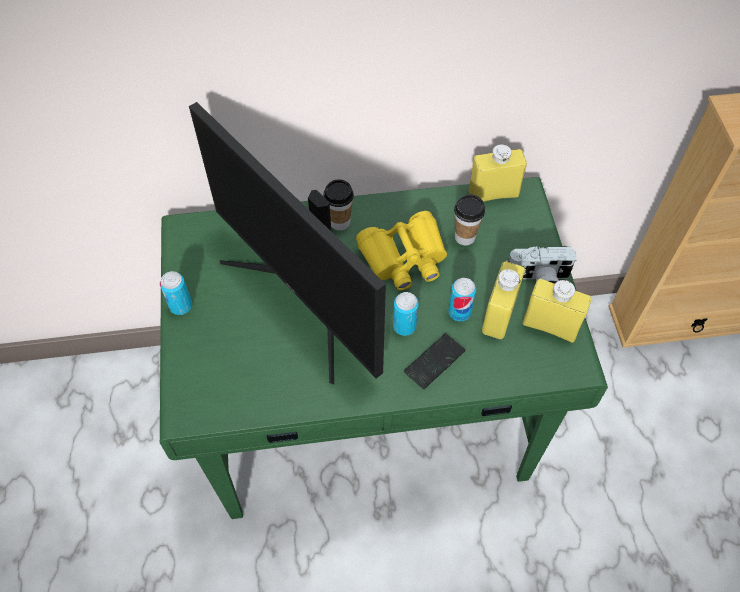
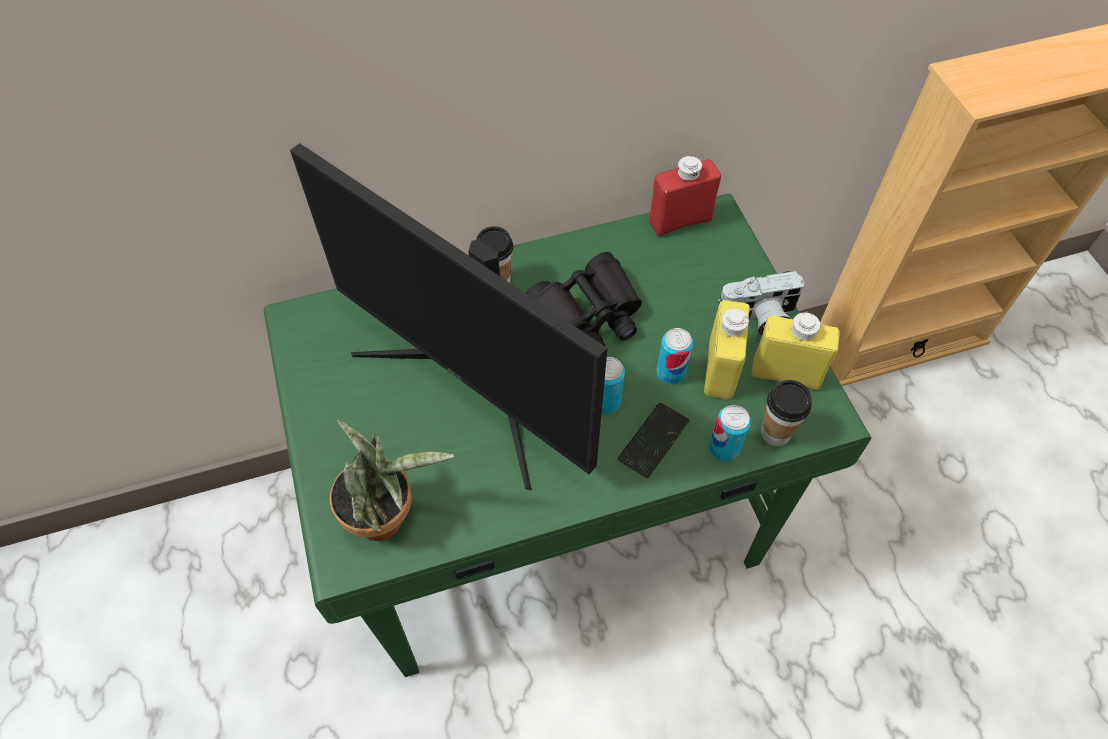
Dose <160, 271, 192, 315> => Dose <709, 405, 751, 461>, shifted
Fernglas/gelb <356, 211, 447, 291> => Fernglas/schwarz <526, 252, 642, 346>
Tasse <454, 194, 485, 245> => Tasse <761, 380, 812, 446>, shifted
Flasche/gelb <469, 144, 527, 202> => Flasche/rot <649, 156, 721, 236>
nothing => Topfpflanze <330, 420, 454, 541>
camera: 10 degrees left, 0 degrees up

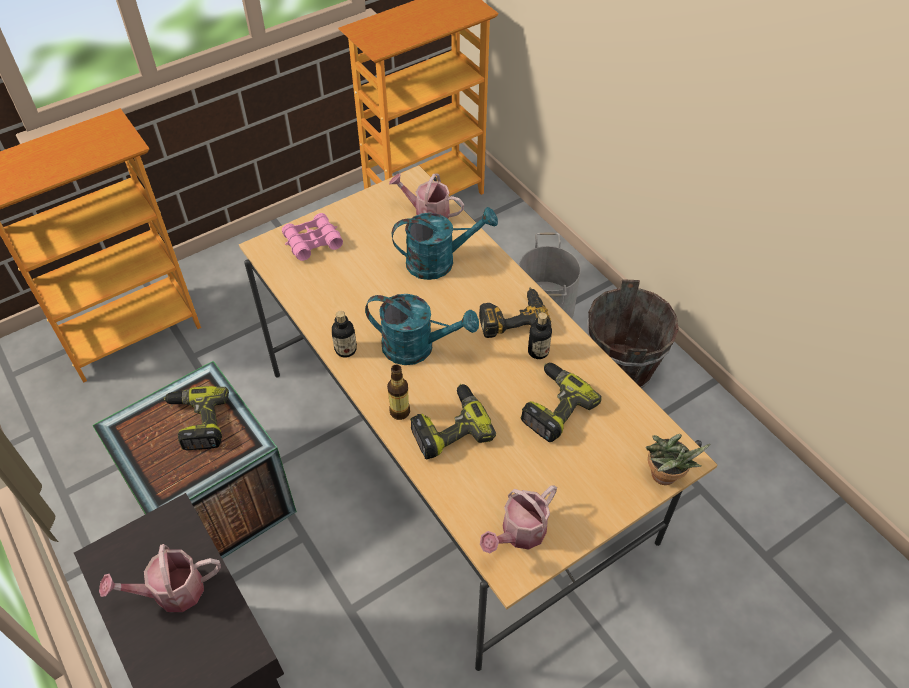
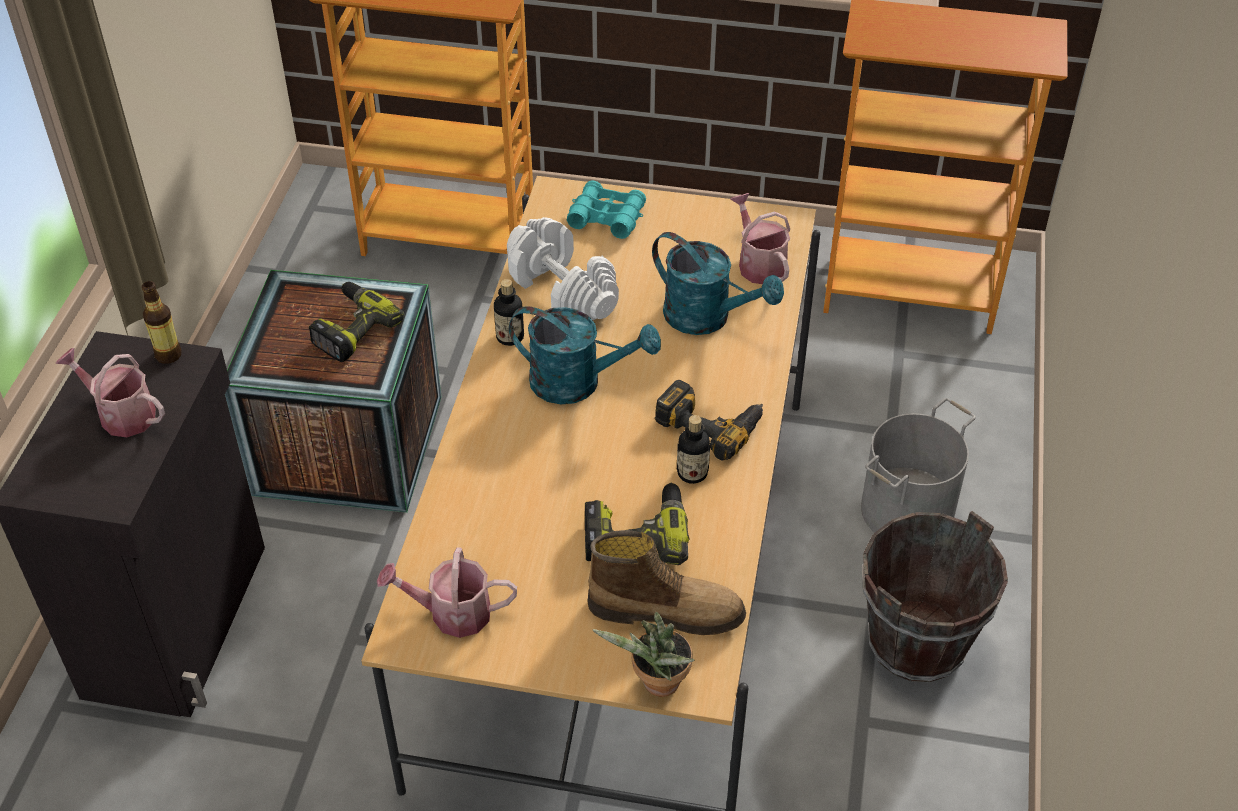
Fernglas/rosa <282, 213, 343, 261> => Fernglas/türkis <567, 181, 646, 239>
Gießkanne/türkis <365, 294, 479, 365> => Gießkanne/türkis <509, 306, 661, 404>, 45 degrees counterclockwise
Flasche <387, 364, 410, 420> => Flasche <142, 281, 182, 364>, shifted
Bohrmaschine <410, 384, 496, 459> => nothing
nothing => Hantel/weiß <507, 217, 619, 320>
nothing => Stiefel <587, 530, 746, 635>
camera: 45 degrees right, 5 degrees down

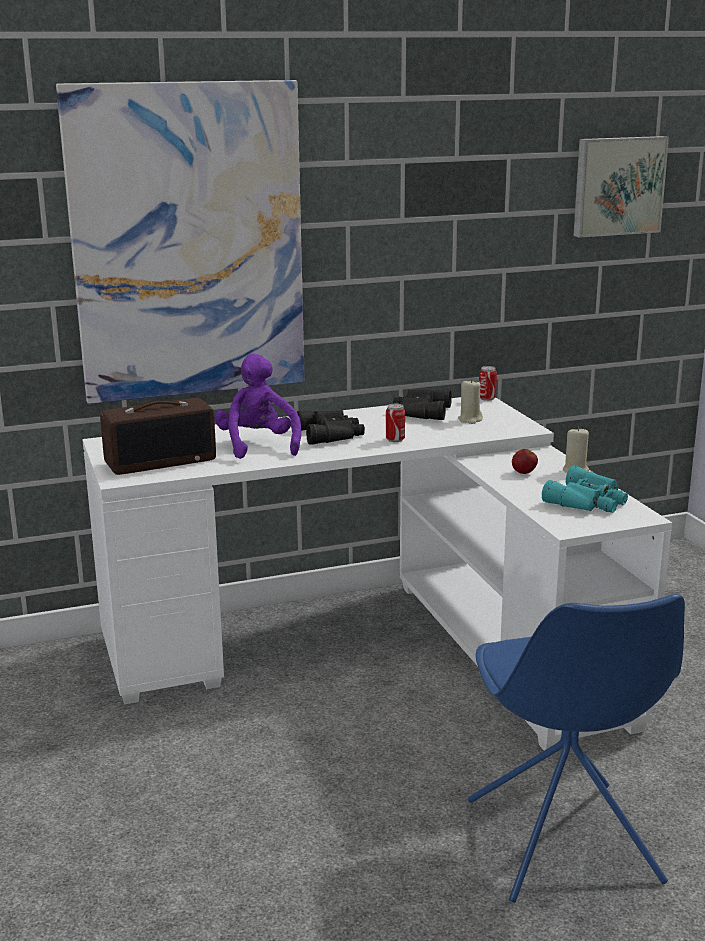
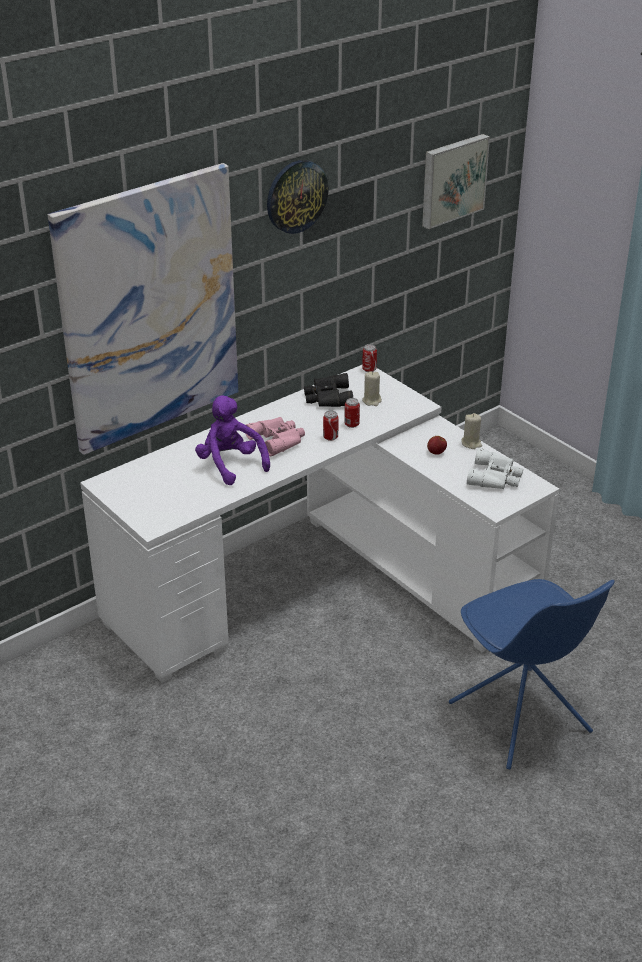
Radio <100, 398, 216, 475> => nothing
Fernglas/schwarz <297, 410, 365, 445> => Fernglas/rosa <245, 417, 305, 456>
Fernglas/türkis <542, 465, 628, 513> => Fernglas/weiß <467, 448, 523, 489>
nothing => Wanduhr <267, 160, 329, 234>
nothing => Dose <344, 398, 360, 428>
camera: 20 degrees left, 15 degrees up

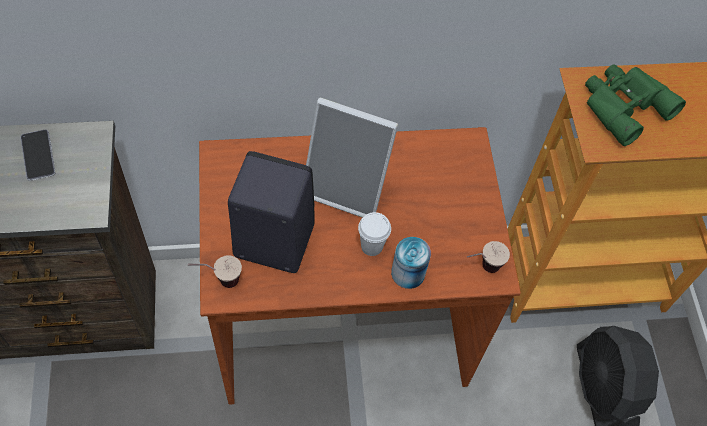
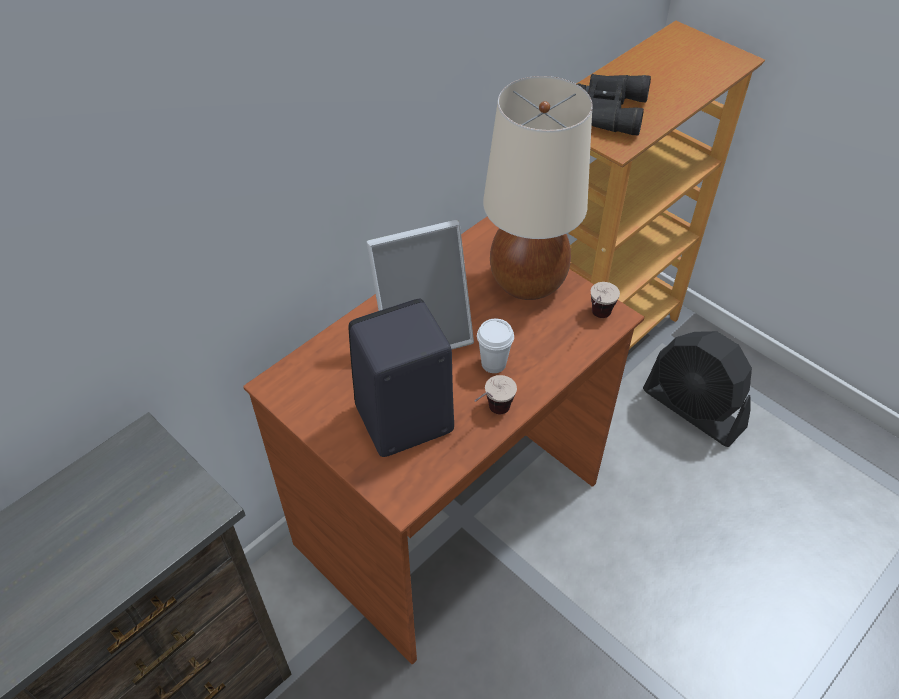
Handy <20, 130, 56, 181> => nothing
Tasse <188, 255, 242, 288> => Tasse <474, 375, 517, 414>, shifted
Dose <391, 237, 431, 289> => nothing
Fernglas/grün <585, 64, 686, 146> => Fernglas/schwarz <577, 74, 651, 136>
nothing => Tischlampe/beige <483, 76, 593, 300>
camera: 35 degrees left, 10 degrees down

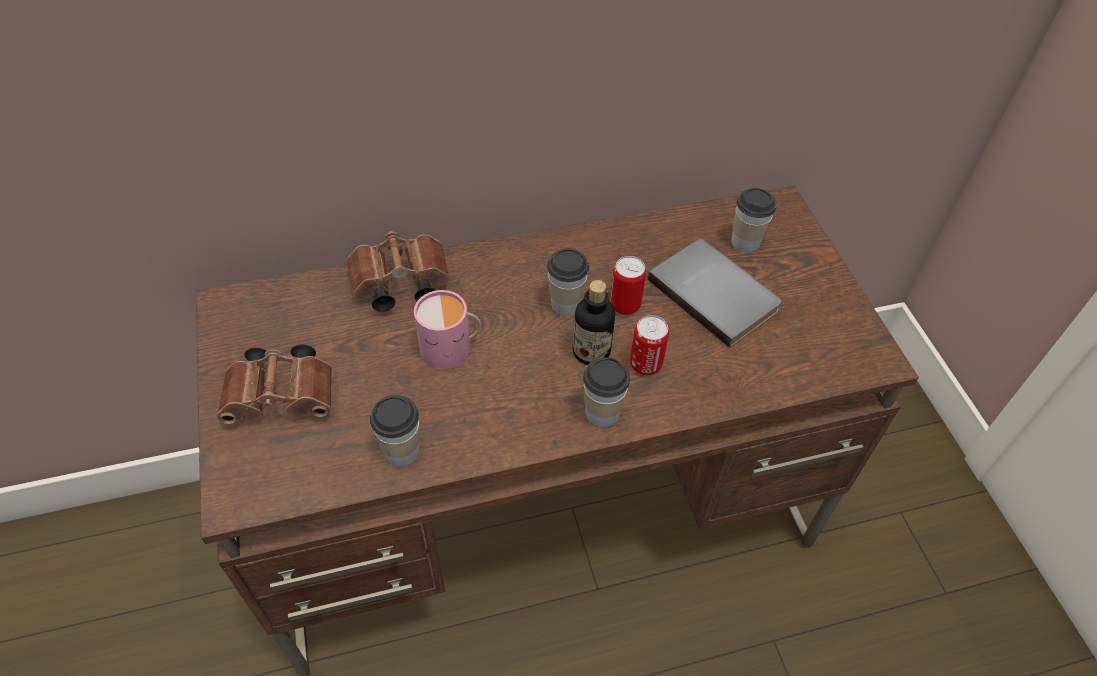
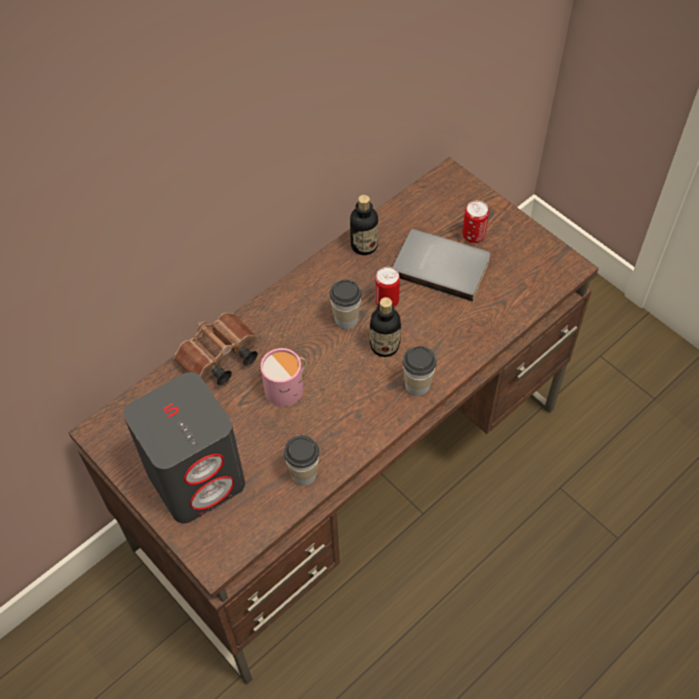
Fernglas/braun <217, 344, 332, 424> => Lautsprecher/grau <123, 372, 245, 523>
Dose <630, 315, 669, 375> => Dose <462, 200, 489, 243>, shifted
Tasse <731, 188, 777, 253> => nothing
nothing => Flasche <350, 195, 378, 255>
camera: 25 degrees left, 5 degrees up

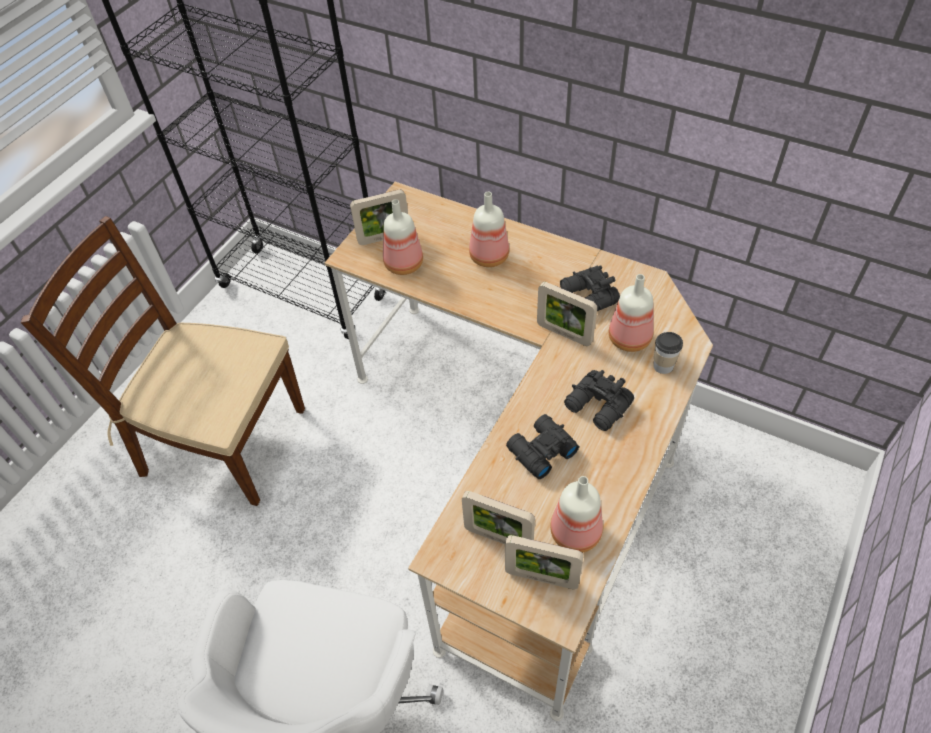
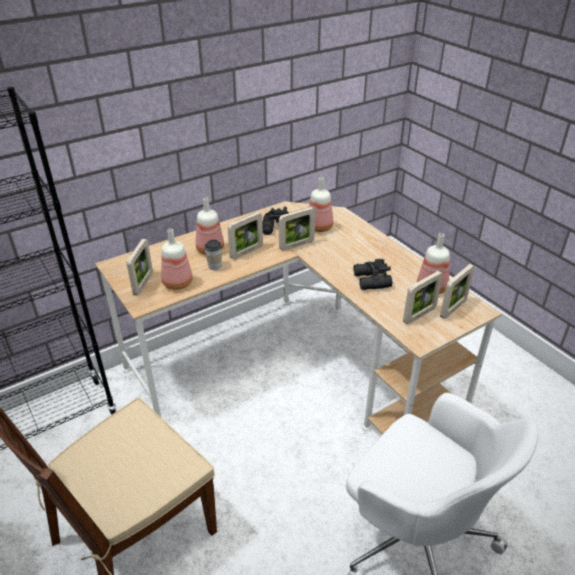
Fernglas/schwarz <564, 370, 634, 431> => nothing
Tasse <653, 332, 683, 374> => Tasse <204, 240, 222, 270>, shifted
nothing => Bilderrahmen <228, 212, 263, 260>
camera: 65 degrees left, 15 degrees down

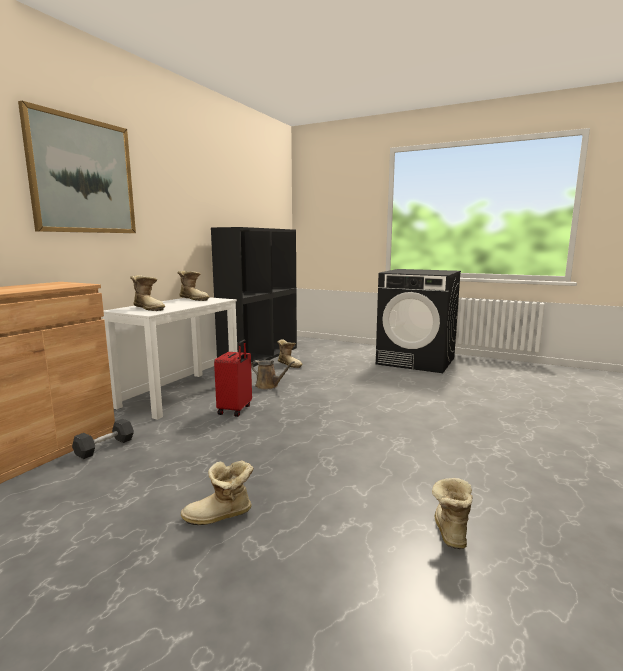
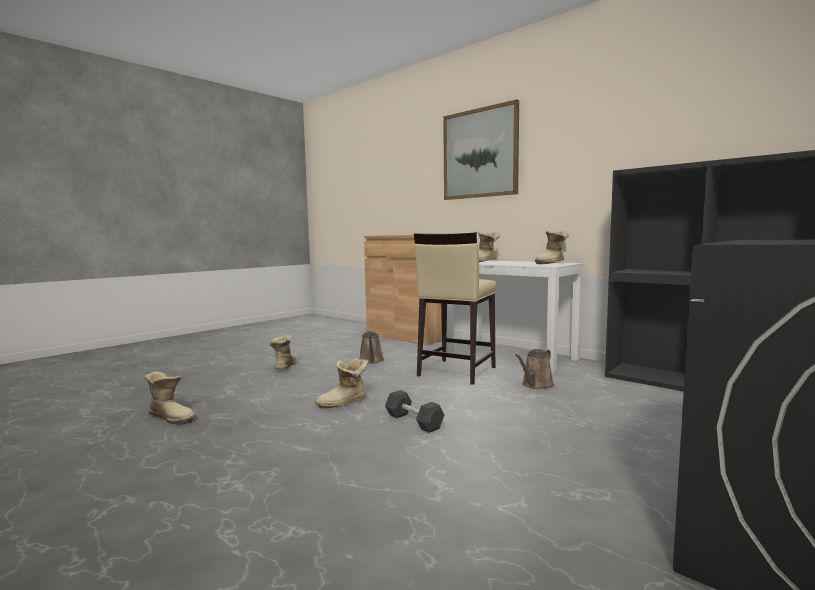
Hantel/grau <72, 419, 134, 459> => Hantel/grau <385, 390, 444, 433>, shifted
Koffer/rot <214, 340, 252, 417> => Hocker/beige <414, 232, 496, 385>
Stiefel <277, 339, 302, 368> => Stiefel <315, 358, 368, 408>, shifted
nothing => Gießkanne/braun <359, 331, 384, 364>
camera: 105 degrees right, 5 degrees down

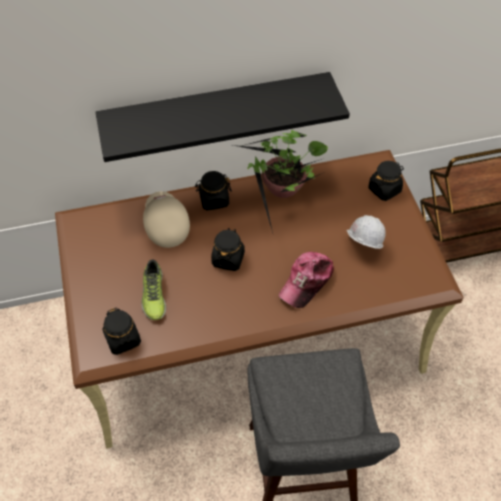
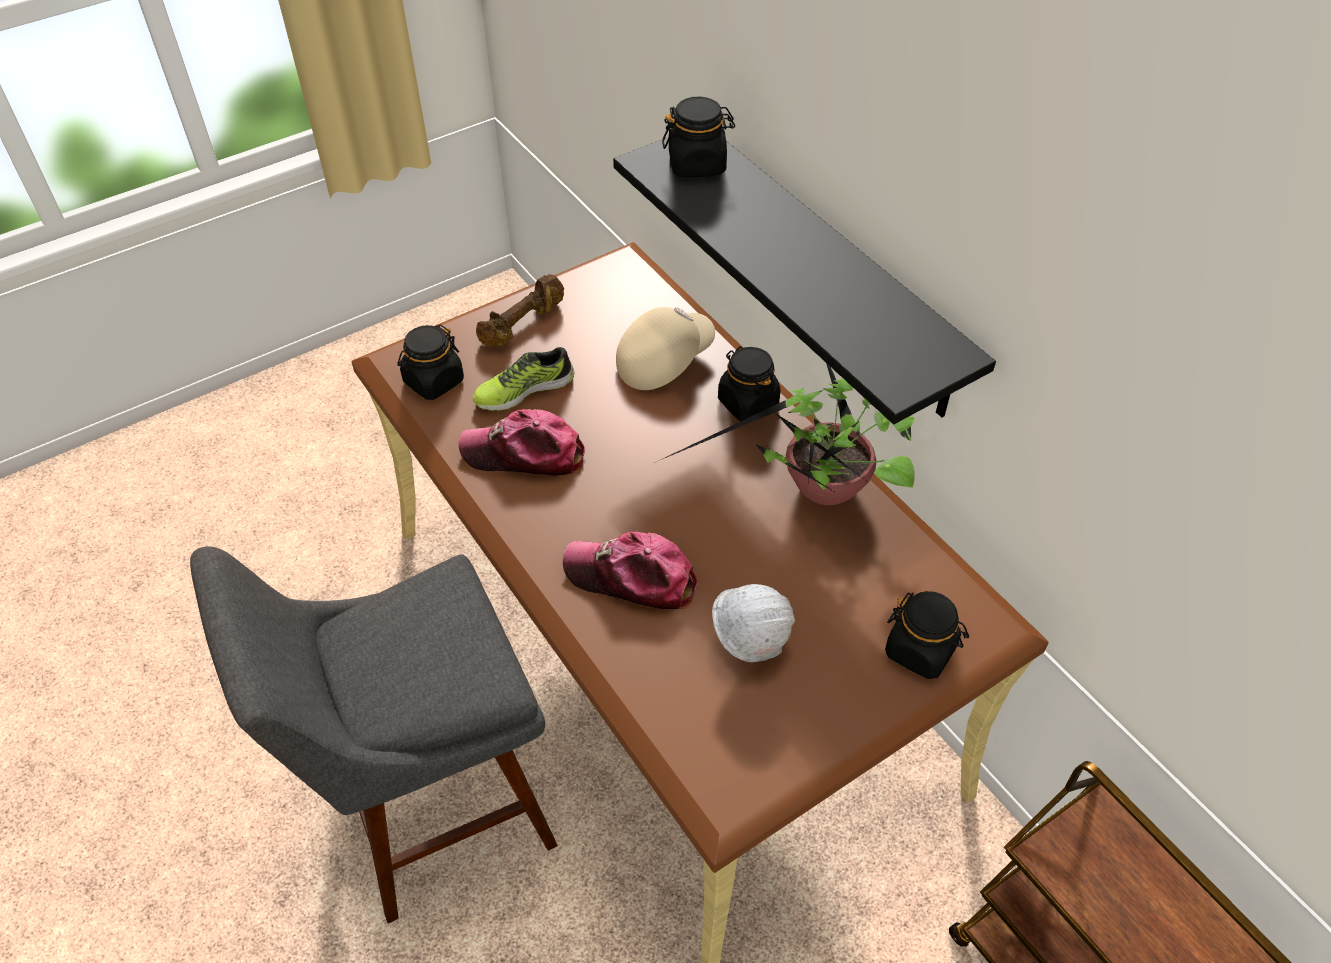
Vorratsglas/schwarz <211, 228, 245, 271> => Vorratsglas/schwarz <662, 96, 735, 177>, shifted
nothing => Kappe <458, 409, 585, 476>
nothing => Hantel/braun <476, 274, 564, 347>
camera: 70 degrees right, 5 degrees down

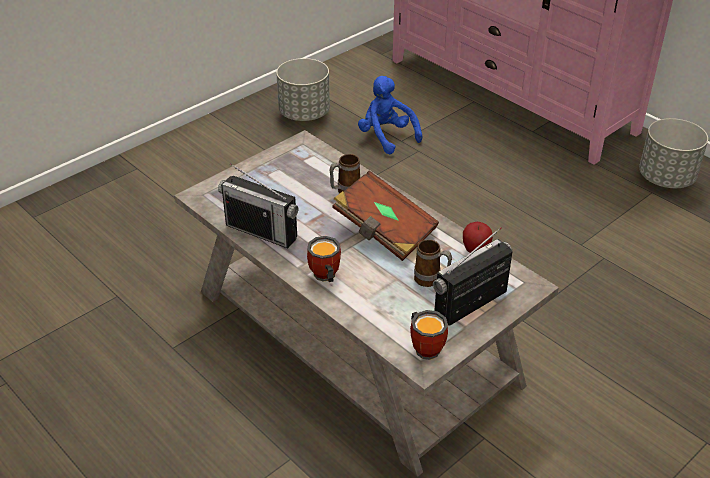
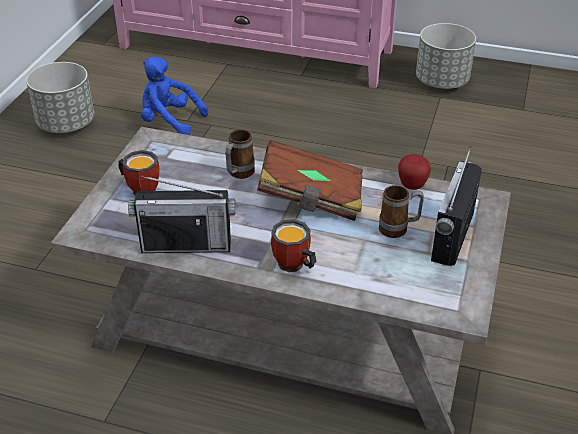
Henkelbecher <410, 310, 448, 360> => Henkelbecher <118, 150, 159, 196>, shifted
camera: 30 degrees left, 0 degrees up

